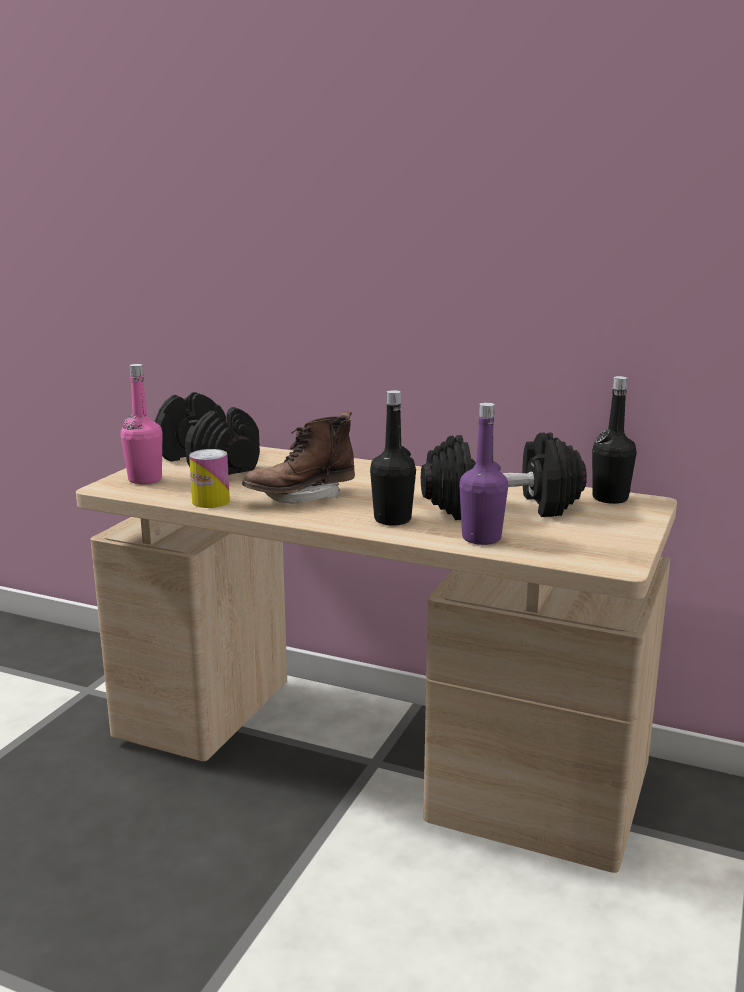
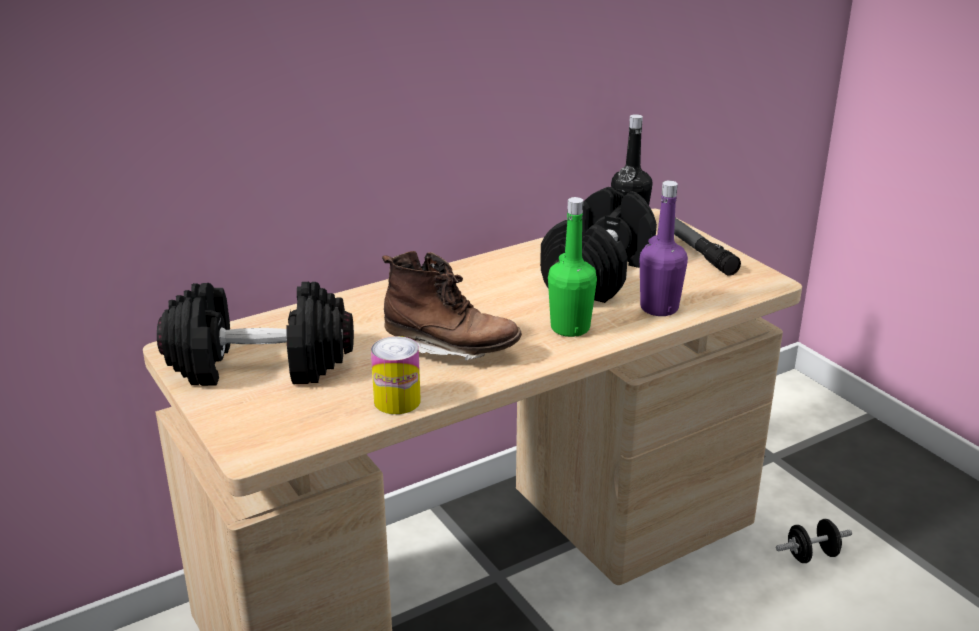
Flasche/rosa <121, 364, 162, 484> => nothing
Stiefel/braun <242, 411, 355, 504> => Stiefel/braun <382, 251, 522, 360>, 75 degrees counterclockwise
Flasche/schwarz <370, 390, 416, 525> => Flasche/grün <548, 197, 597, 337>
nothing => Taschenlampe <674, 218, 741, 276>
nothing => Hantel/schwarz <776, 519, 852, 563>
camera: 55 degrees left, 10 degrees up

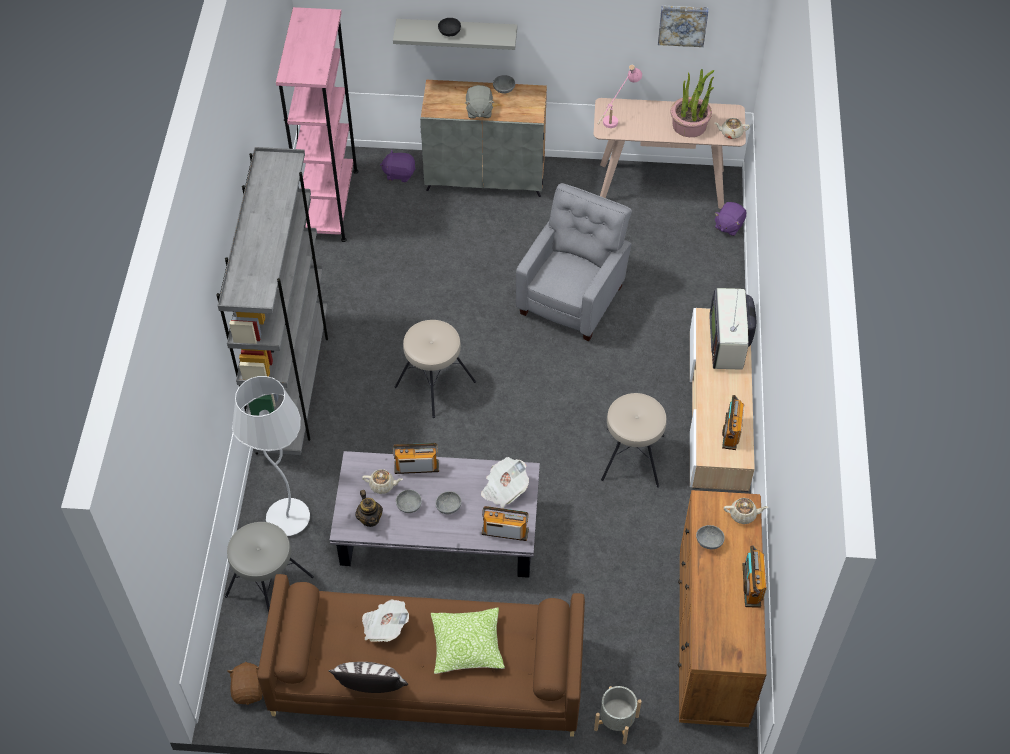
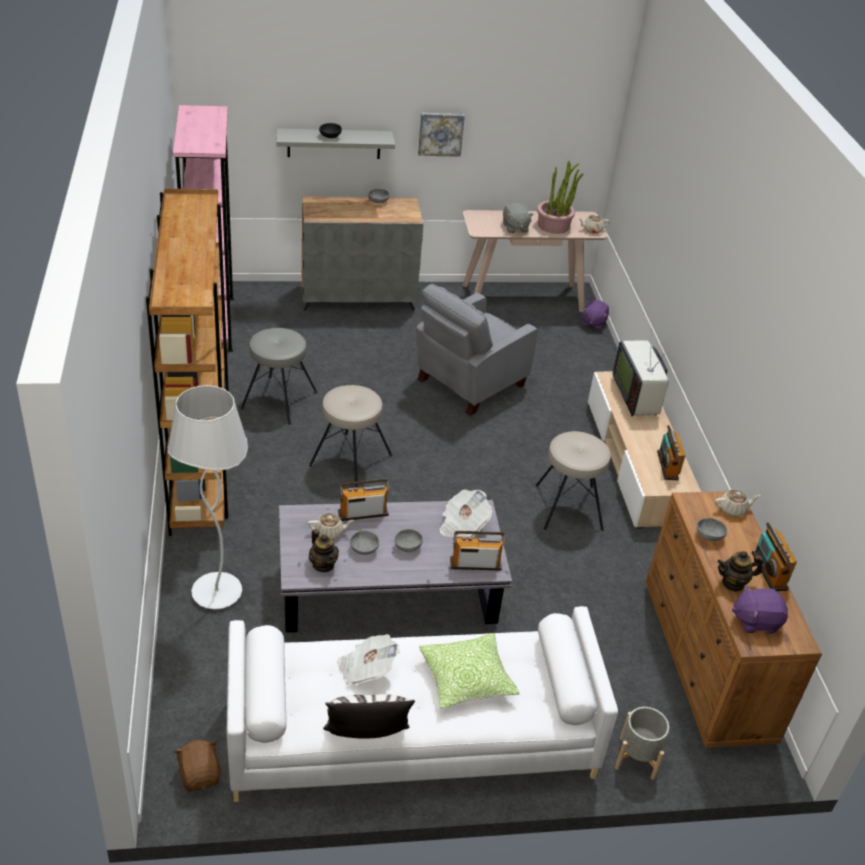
Bücherregal/grau <216, 147, 328, 455> => Bücherregal/braun <146, 189, 229, 536>
Hocker/grau <225, 522, 314, 613> => Hocker/grau <241, 328, 317, 425>, shifted
Sofa/braun <257, 574, 585, 737> => Sofa/weiß <226, 606, 618, 802>
Plüschtier/lila <380, 150, 416, 182> => Plüschtier/lila <732, 585, 788, 634>, shifted
Plüschtier/grau <465, 85, 494, 119> => Plüschtier/grau <503, 203, 534, 233>, shifted
Sessel/grau <516, 183, 632, 341> => Sessel/grau <416, 284, 538, 416>, 150 degrees counterclockwise
Tischlampe/rosa <597, 65, 642, 128> => nothing
Bild <658, 5, 708, 47> => Bild <418, 113, 465, 157>, shifted
nothing => Teekanne <717, 551, 763, 592>
camera: 15 degrees left, 15 degrees down

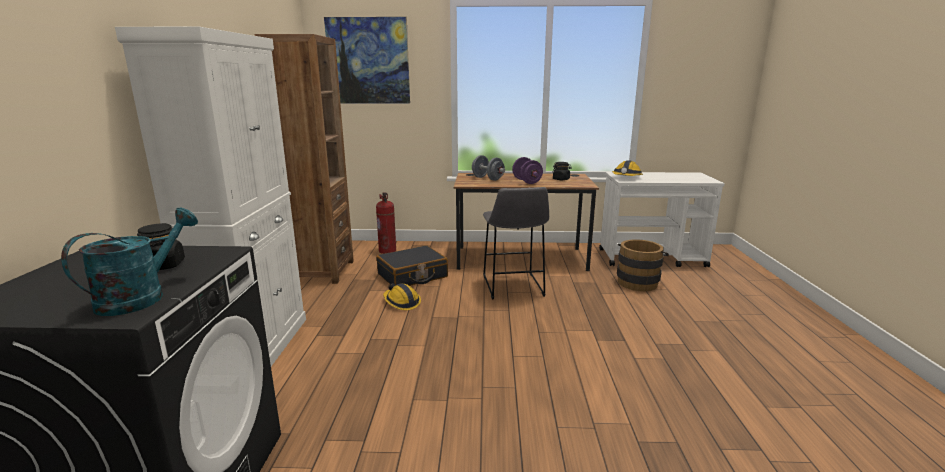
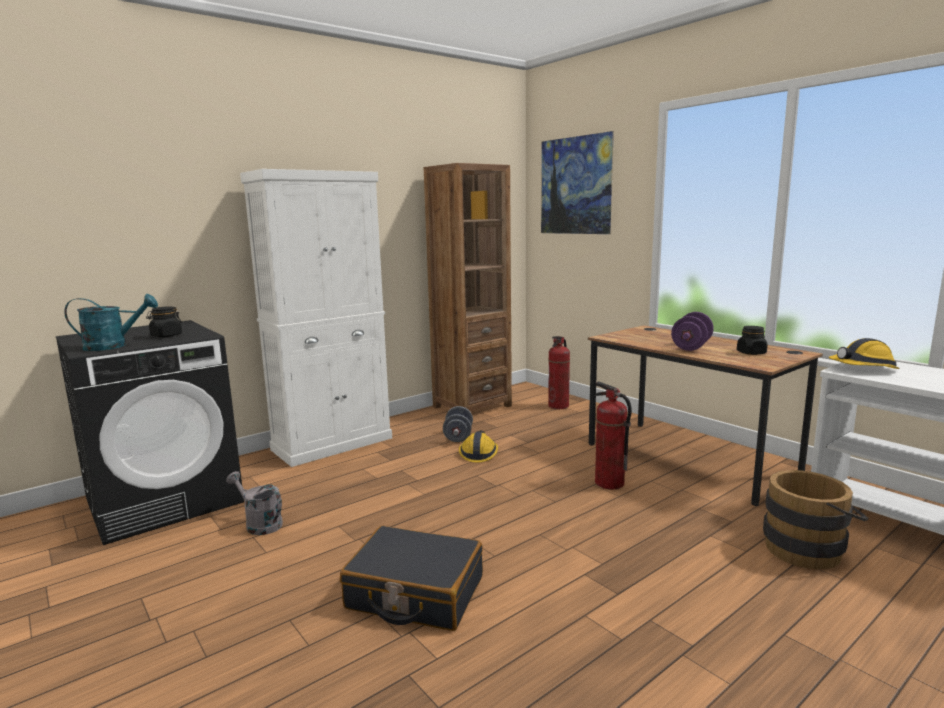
Koffer/schwarz <376, 245, 448, 286> => Koffer/schwarz <340, 526, 483, 631>, shifted
Hantel/grau <472, 155, 505, 181> => Hantel/grau <443, 406, 473, 442>, shifted
Hocker/grau <483, 187, 549, 299> => Feuerlöscher <595, 381, 632, 490>
nothing => Gießkanne/grau <226, 471, 283, 535>
camera: 50 degrees right, 5 degrees down

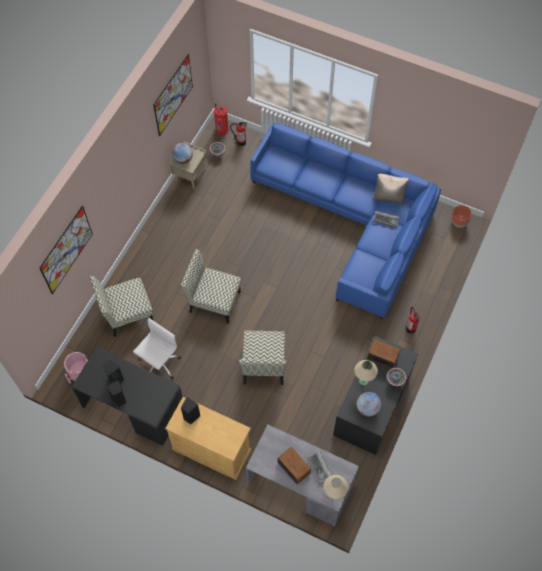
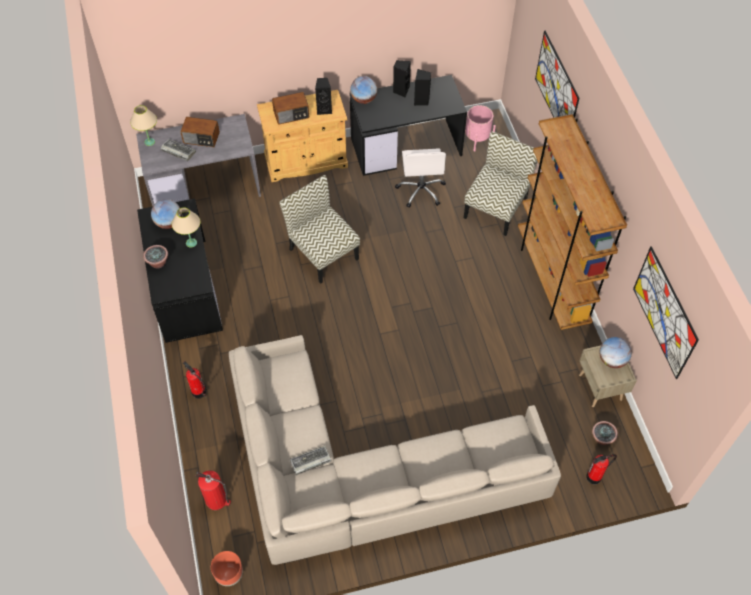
Stuhl <181, 249, 241, 324> => nothing
Feuerlöscher <214, 103, 229, 136> => Feuerlöscher <195, 470, 231, 510>, shifted
Sofa/blau <250, 123, 441, 320> => Sofa/beige <229, 335, 561, 565>
Radio <367, 339, 400, 369> => Radio <272, 92, 309, 124>, shifted
Kissen/beige <372, 174, 409, 205> => nothing
nothing => Globus <350, 76, 377, 104>
nothing => Bücherregal/braun <518, 114, 627, 330>
camera: 140 degrees right, 5 degrees down

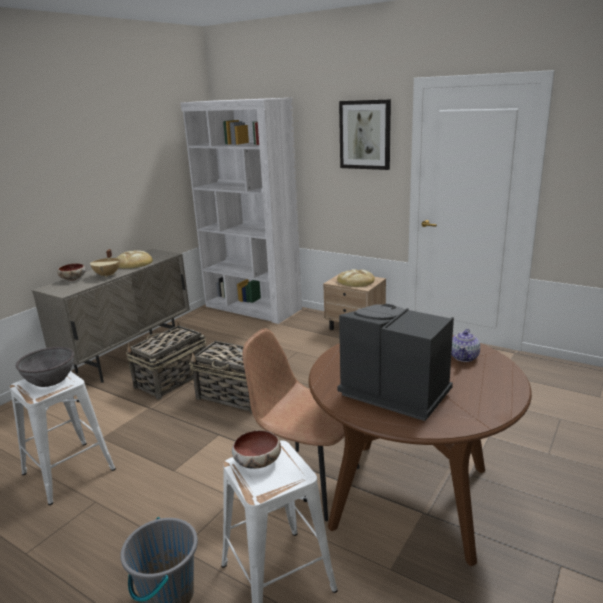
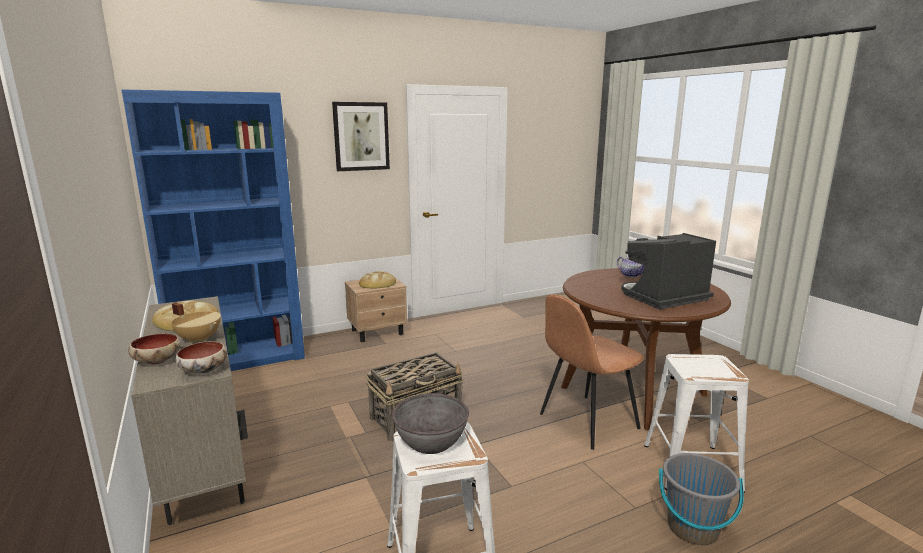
Korb <126, 322, 207, 400> => nothing
Bücherregal/weiß <181, 98, 302, 324> => Bücherregal/blau <121, 90, 305, 371>
Schüssel <232, 430, 281, 469> => Schüssel <176, 341, 227, 373>, shifted
camera: 60 degrees left, 5 degrees down

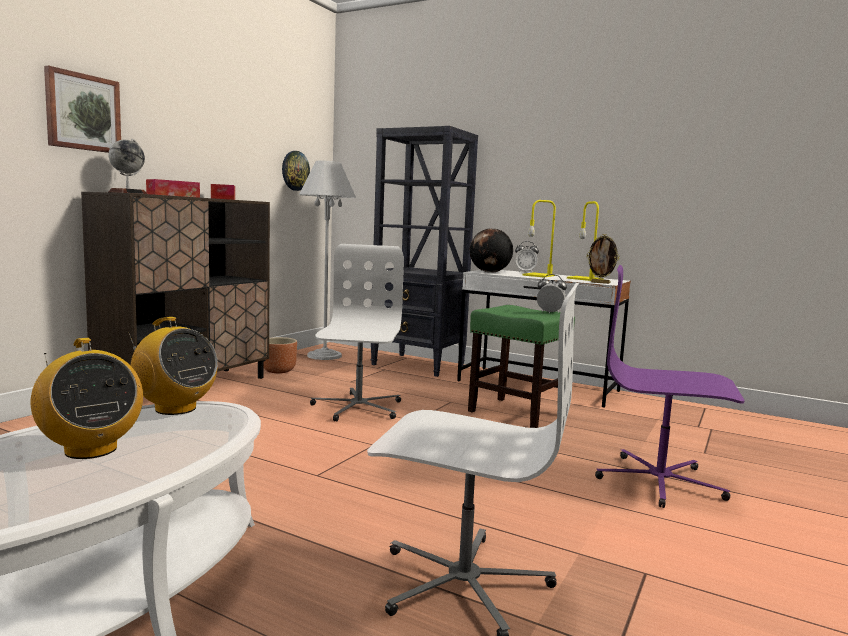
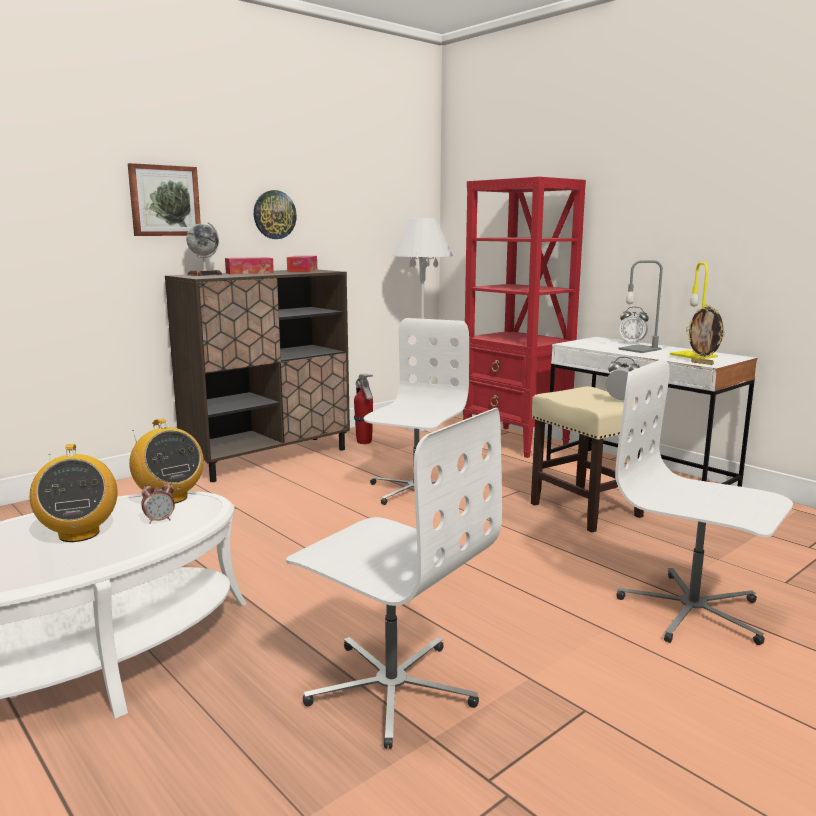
Pflanzkübel/braun <264, 337, 297, 373> => Feuerlöscher <354, 374, 373, 444>
Wanduhr <282, 151, 310, 191> => Wanduhr <254, 190, 297, 239>, shifted
Bücherregal/schwarz <371, 126, 478, 377> => Bücherregal/rot <462, 177, 586, 458>
Hocker/grün <468, 305, 575, 428> => Hocker/beige <531, 386, 654, 532>
Globus <470, 228, 513, 273> => nothing
Tischlampe/gelb <522, 200, 556, 277> => Tischlampe/grau <618, 260, 663, 353>
Bürostuhl/lila <595, 265, 745, 508> => Bürostuhl/weiß <615, 359, 793, 645>
nothing => Wecker <141, 479, 175, 524>
camera: 20 degrees right, 5 degrees up

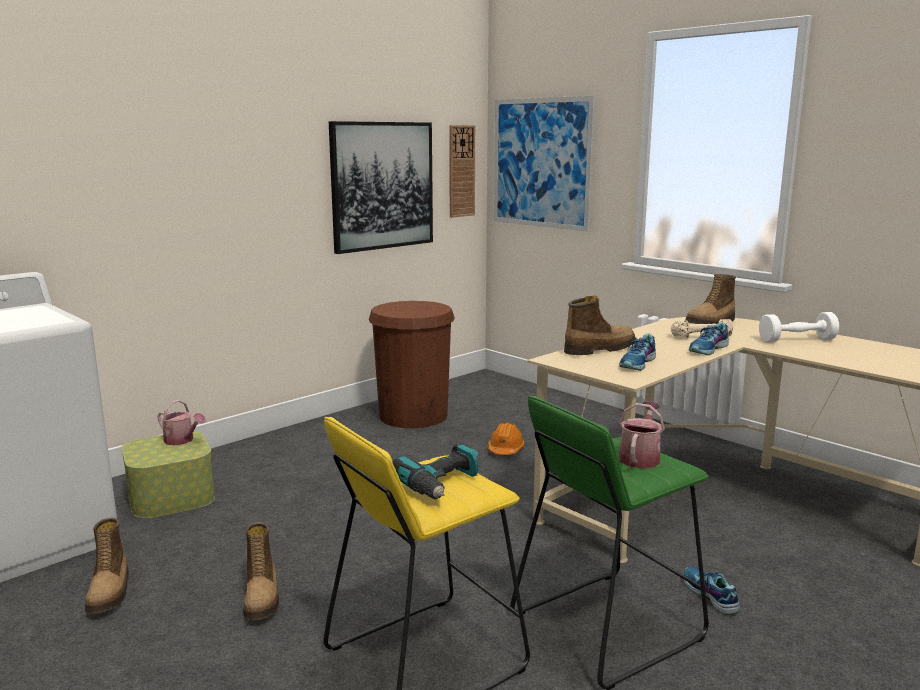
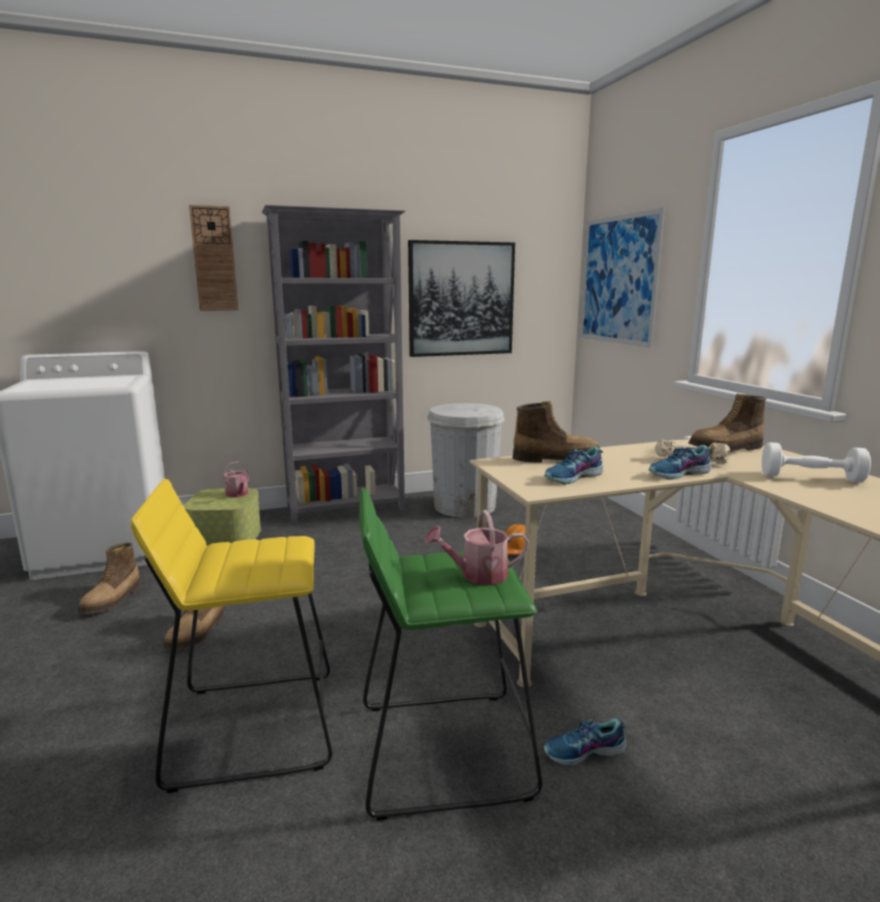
Mülleimer/braun <369, 301, 455, 428> => Mülleimer/weiß <427, 403, 505, 518>
Bohrmaschine <393, 443, 478, 499> => nothing
Wanduhr <449, 125, 475, 218> => Wanduhr <189, 205, 238, 311>, shifted
Gießkanne <619, 401, 665, 469> => Gießkanne <424, 510, 529, 585>, 150 degrees counterclockwise
Schuh <683, 567, 740, 615> => Schuh <544, 718, 627, 766>, 105 degrees counterclockwise
nothing => Bücherregal/grau <262, 205, 405, 524>
camera: 25 degrees right, 0 degrees up

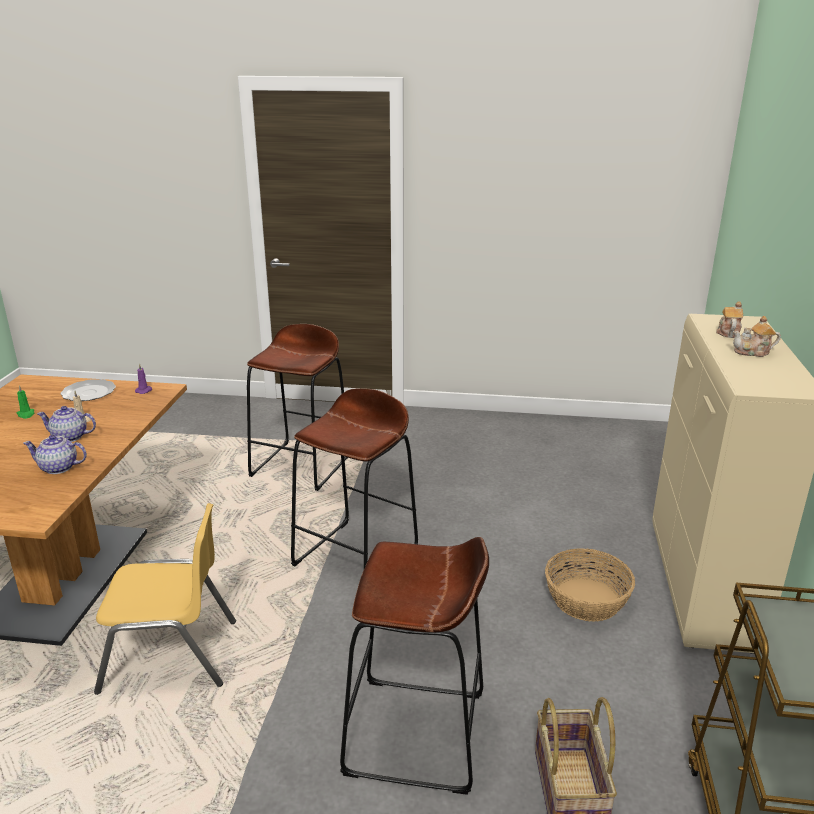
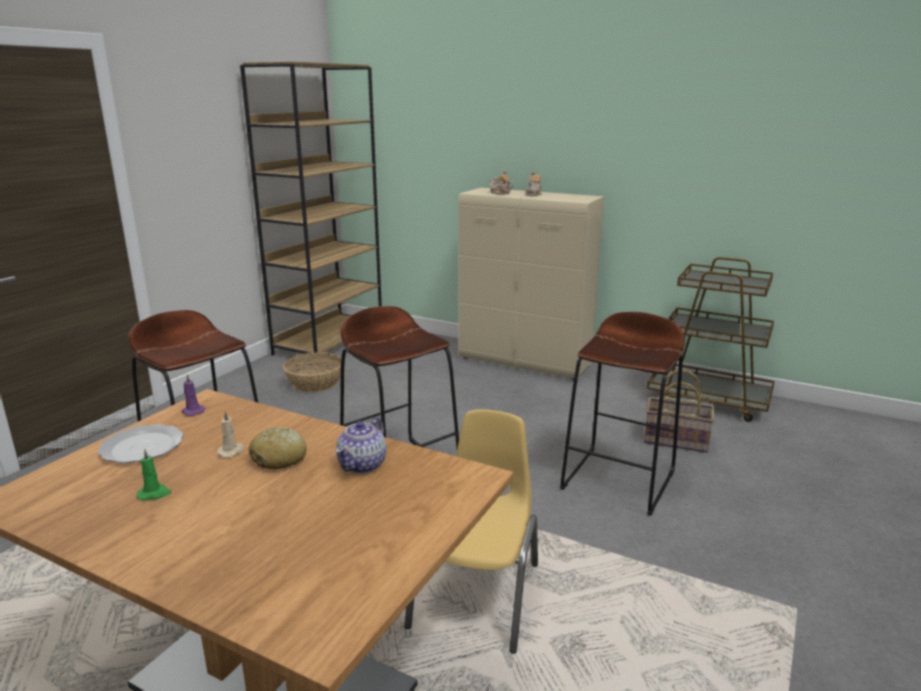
Teekanne <37, 406, 96, 442> => Brot <249, 427, 307, 469>
Korb <545, 548, 635, 622> => Korb <283, 352, 342, 392>, shifted
nothing => Bücherregal/braun <240, 61, 382, 365>
camera: 70 degrees left, 5 degrees down

